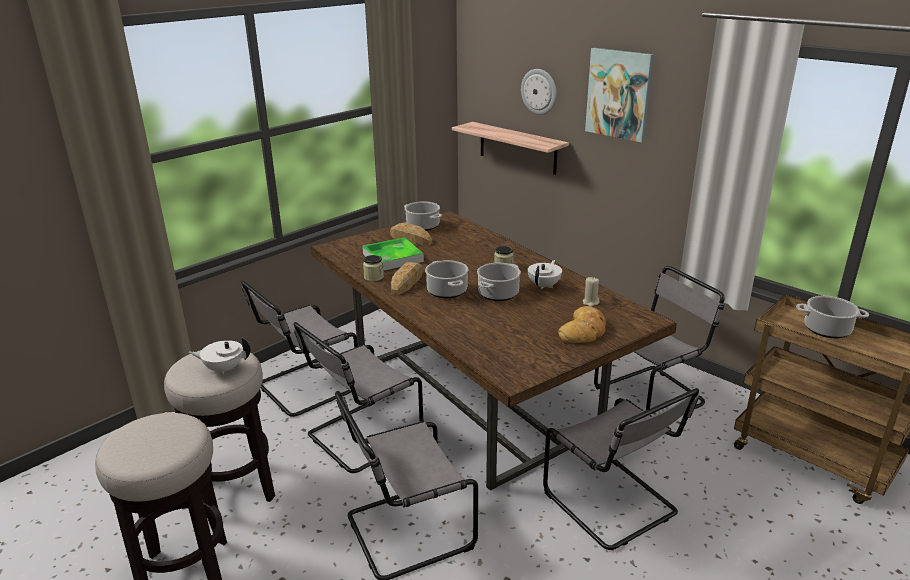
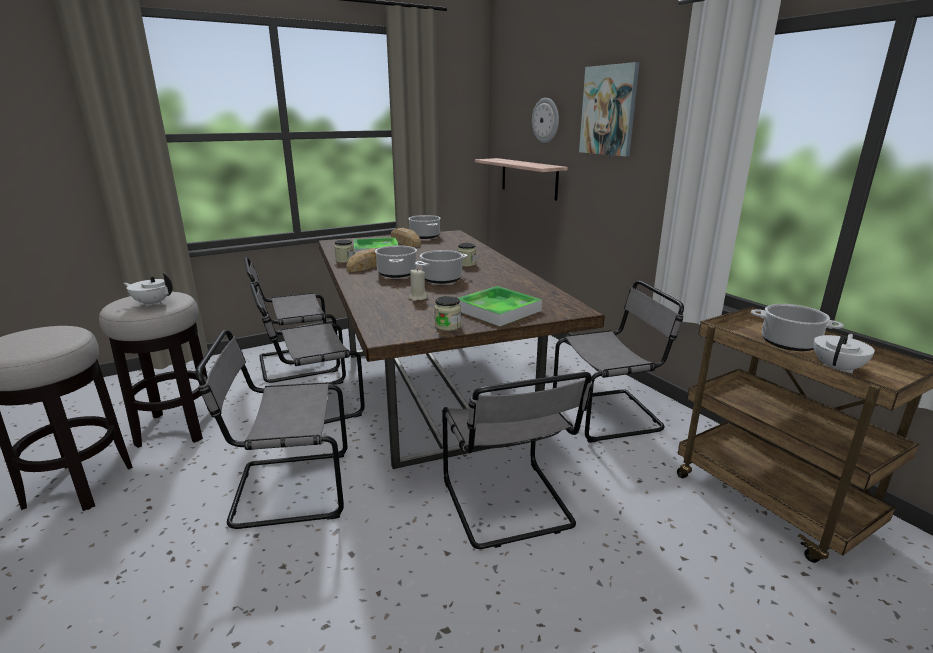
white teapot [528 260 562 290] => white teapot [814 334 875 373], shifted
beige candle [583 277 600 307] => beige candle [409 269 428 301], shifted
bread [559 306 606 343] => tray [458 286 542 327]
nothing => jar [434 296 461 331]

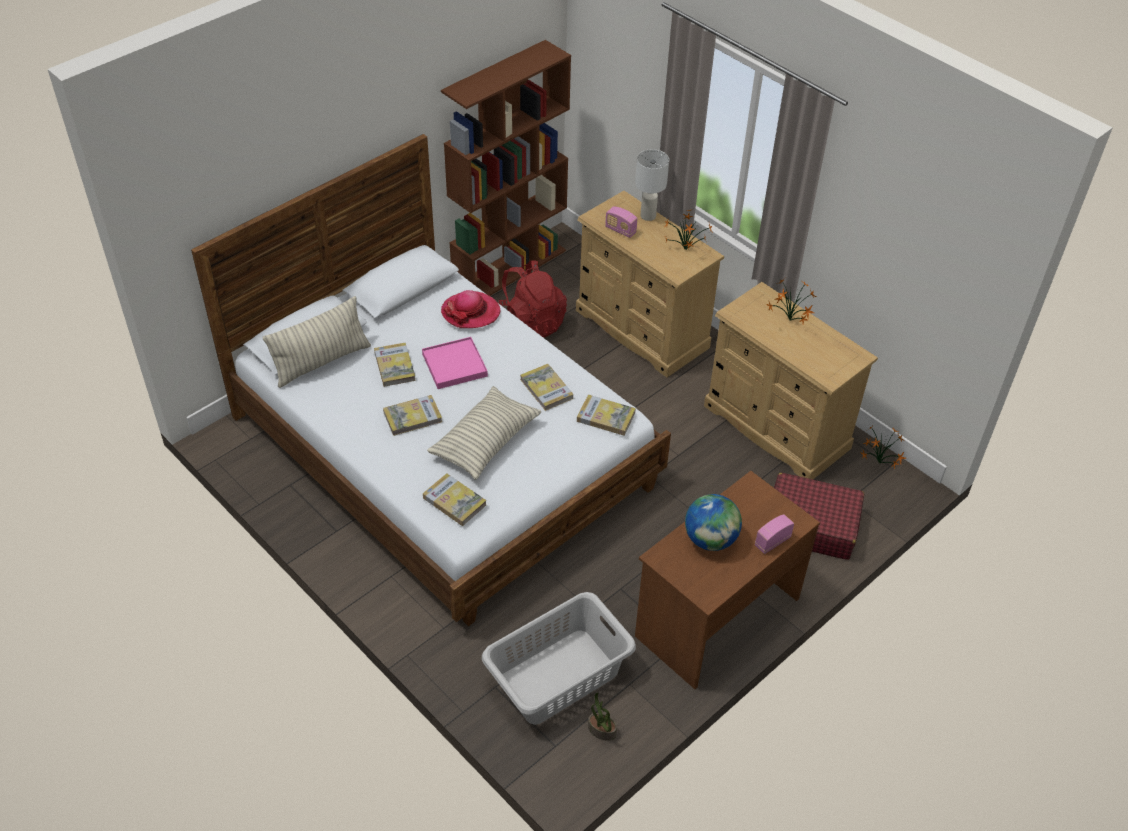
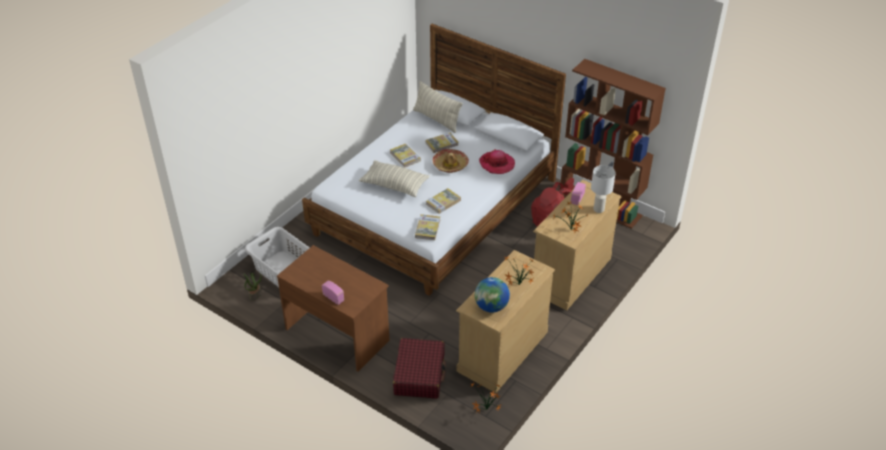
pink tray [422 337 488 389] => hat [432 149 469 173]
book [423 473 486 526] => nothing
globe [685 494 742 551] => globe [475 277 510 313], shifted

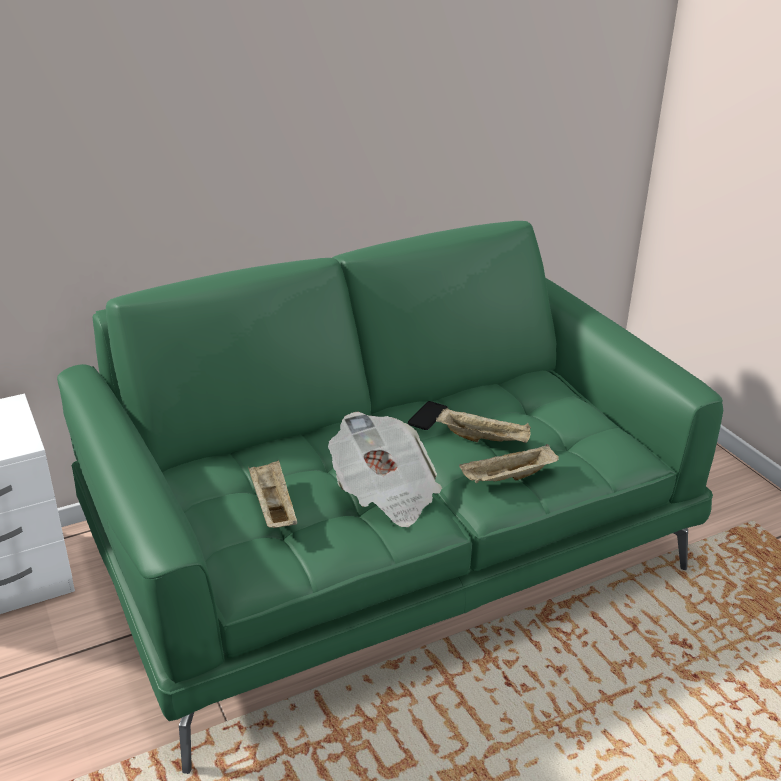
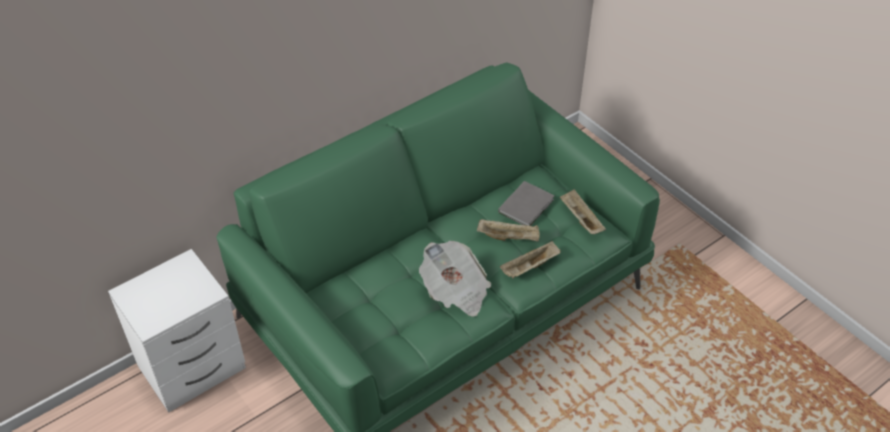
phone [408 401 448 430] => nothing
beige tray [248 459 297 528] => beige tray [560 189 606 234], shifted
nothing => grey book [498 181 555 226]

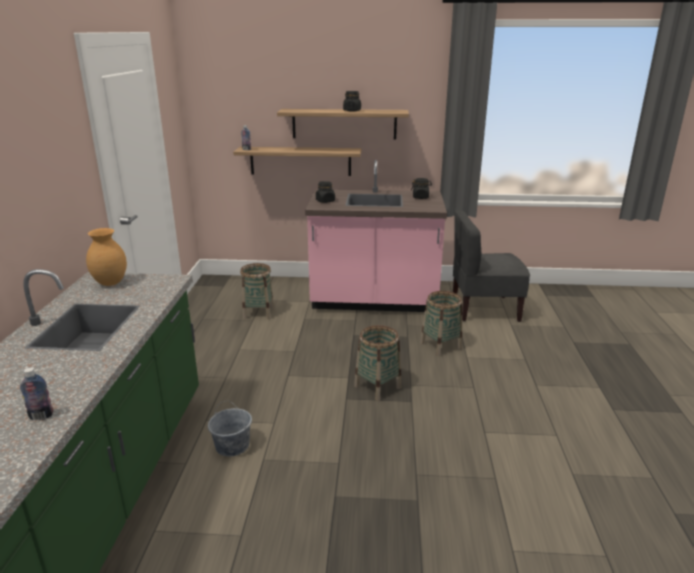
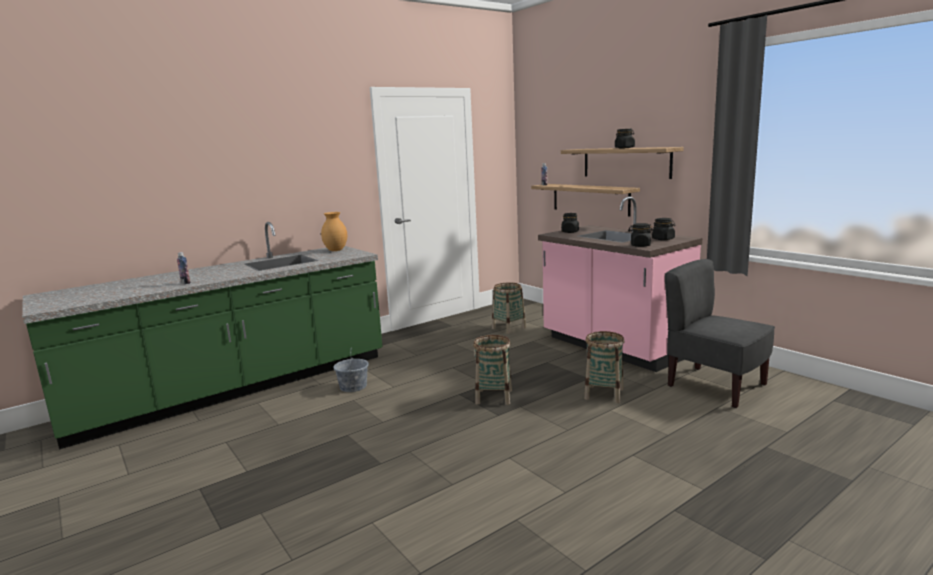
nothing => black jar [628 223 653 247]

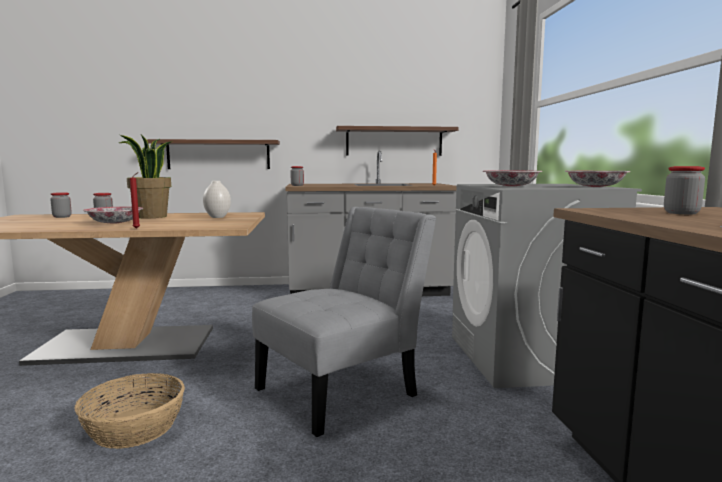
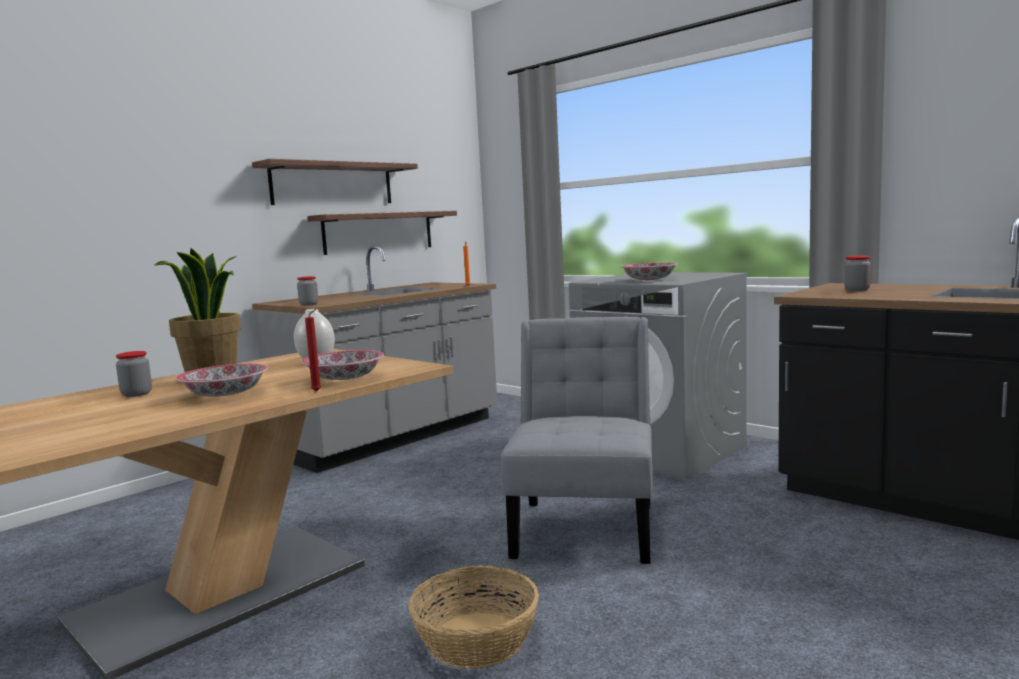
shelf [147 139 280 169] => shelf [252 159 418 205], shifted
bowl [565 171 630 187] => bowl [302 350 384 380], shifted
jar [50 192 72 218] => nothing

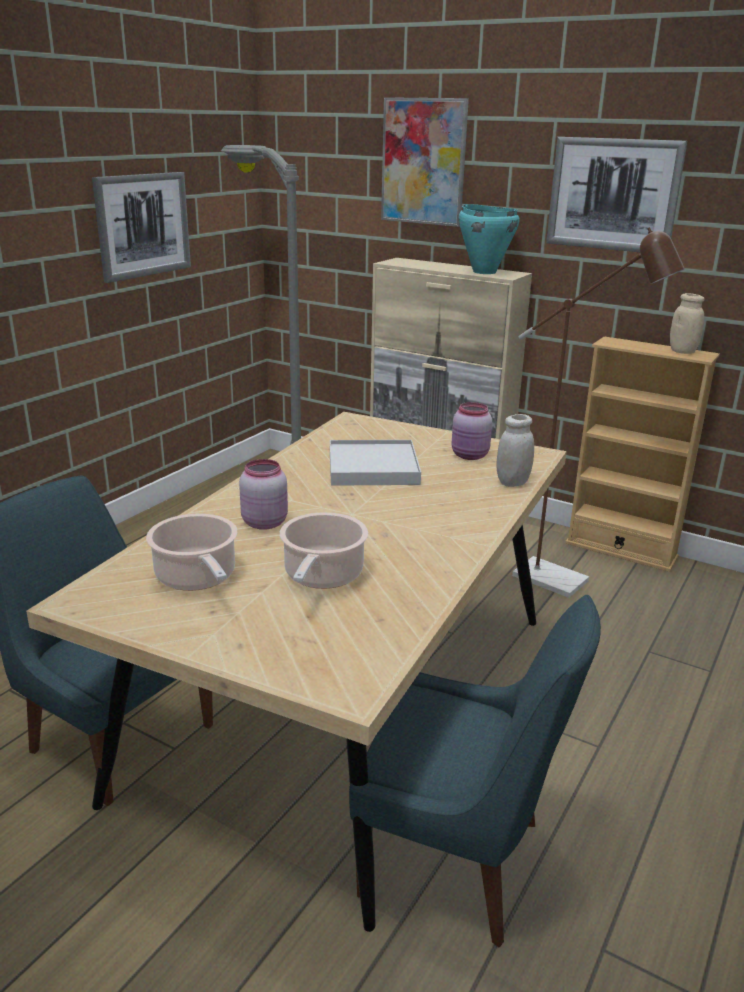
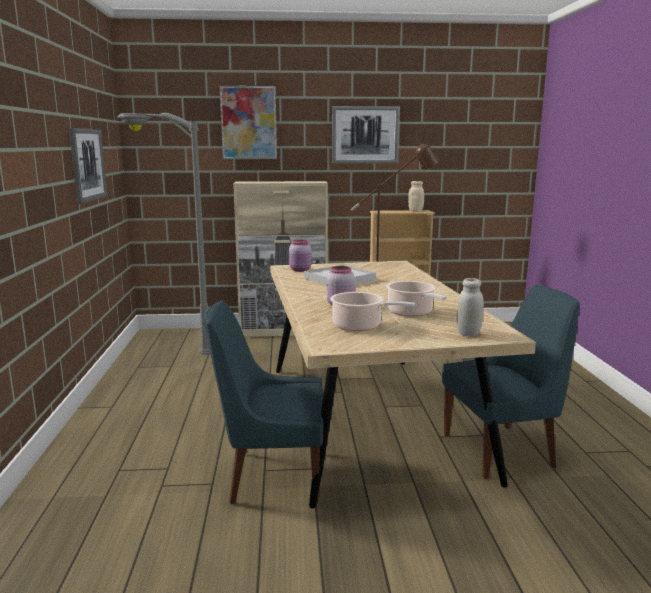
turquoise cooking pot [459 204 519 274] => nothing
pink jar [452 402 492 460] => pink jar [289 239 311 272], shifted
white jar [496 414 534 487] => white jar [457 278 484 337], shifted

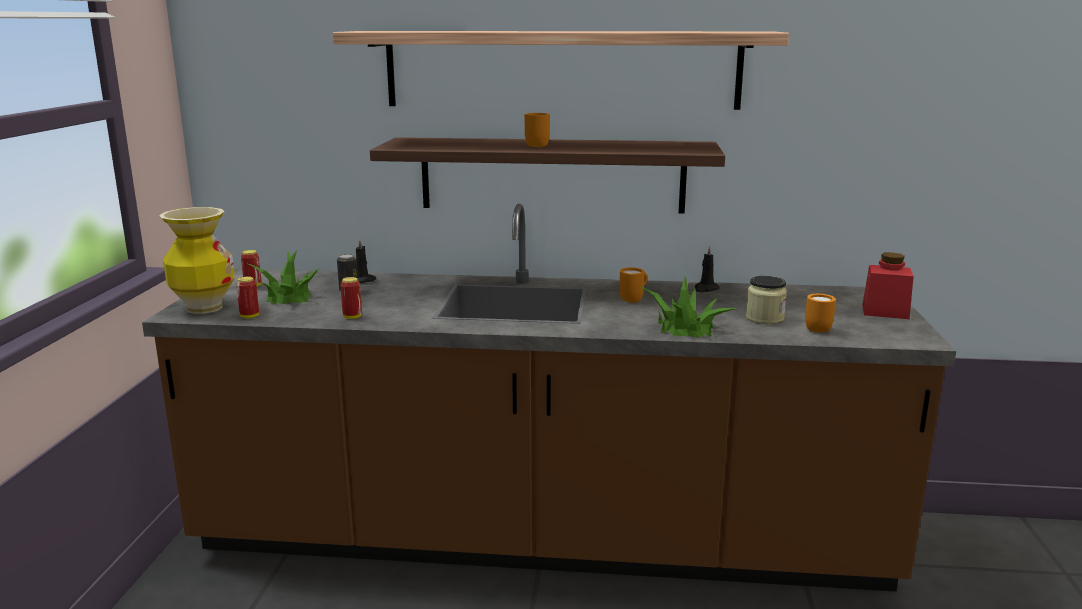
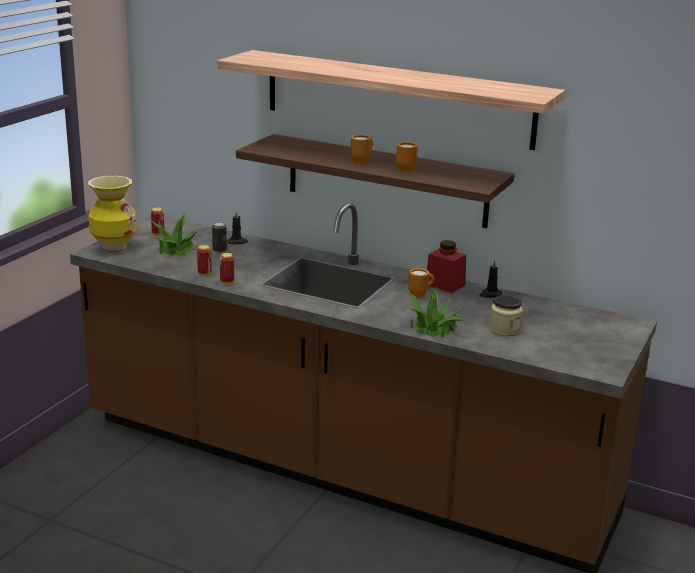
red jar [862 252 914 319] => red jar [427 240 466 293], shifted
can [236 277 259 319] => can [220 253 234 284], shifted
orange mug [805 294 836 332] => orange mug [396 142 418 171], shifted

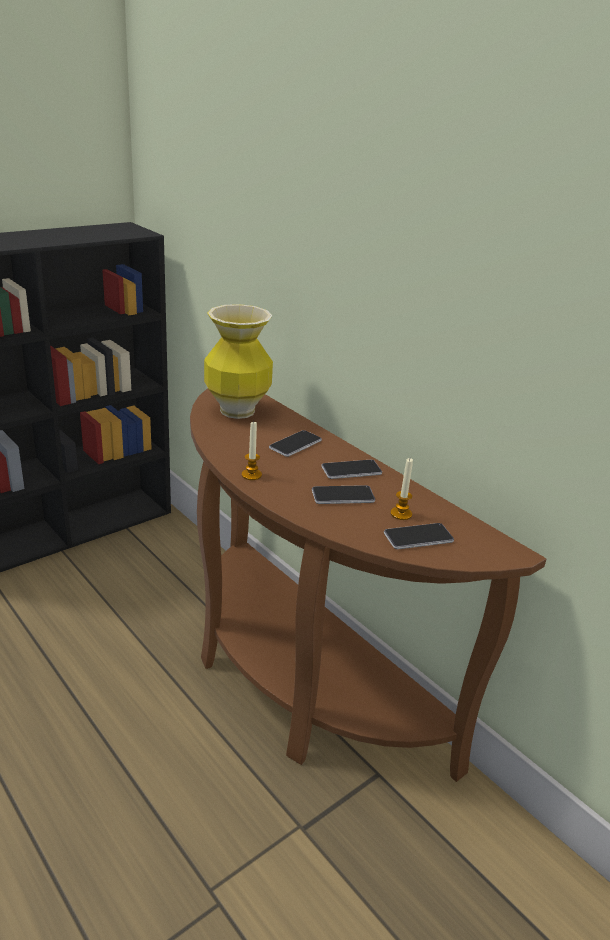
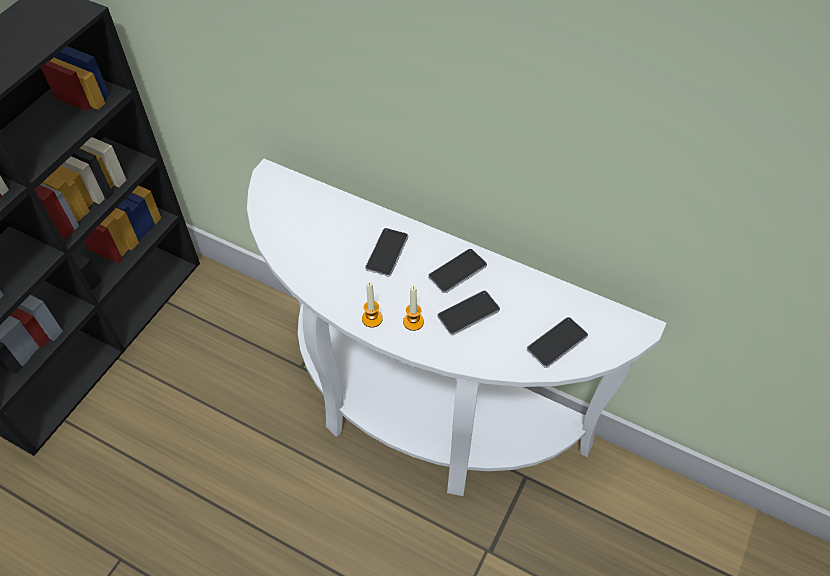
vase [204 304 273 419] => nothing
brown console table [190 388 546 782] => white console table [247 159 667 496]
candle [390 458 413 520] => candle [403 285 424 331], shifted

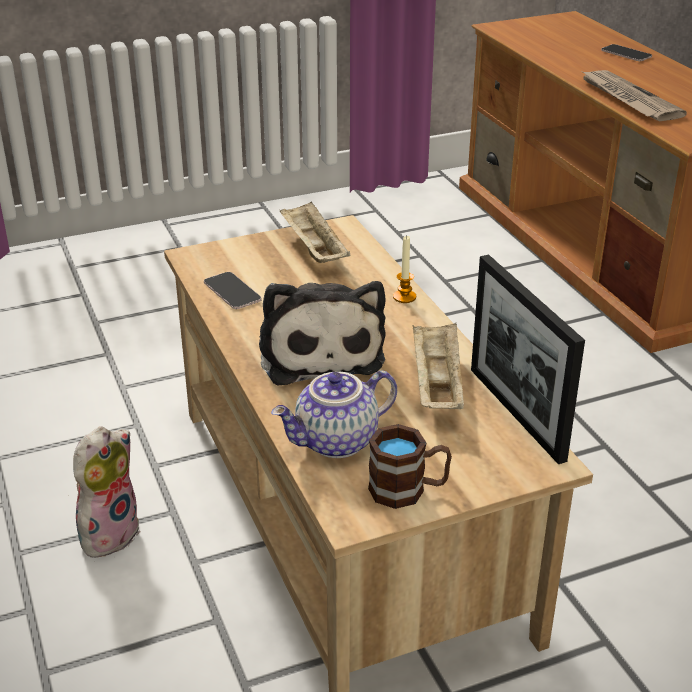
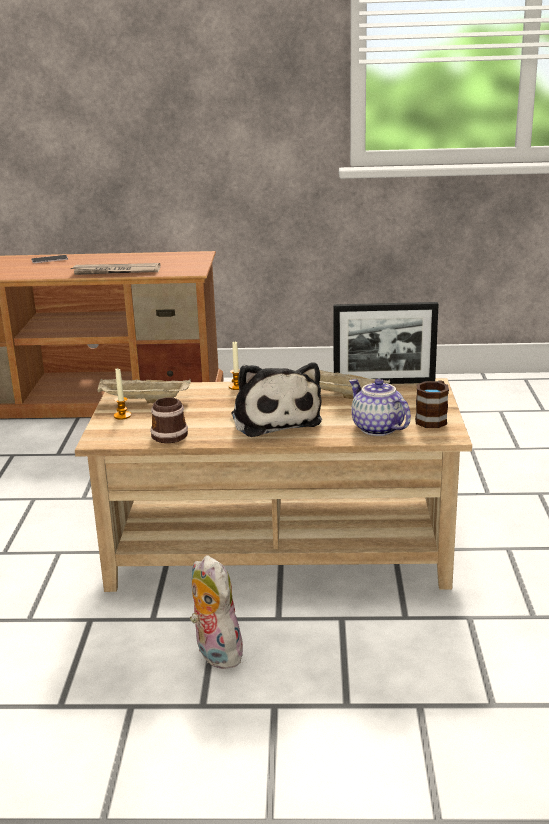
phone [204 272 262 309] => mug [150 397 188 443]
plush toy [259 281 386 386] => plush toy [231 362 322 437], 60 degrees clockwise
teapot [271 371 397 458] => teapot [349 379 411 436], 150 degrees clockwise
nothing => candle [114 369 131 420]

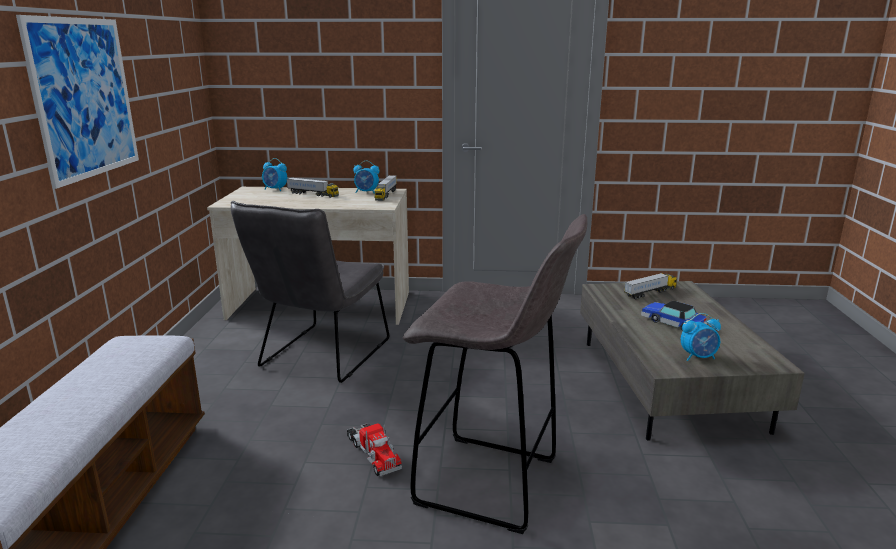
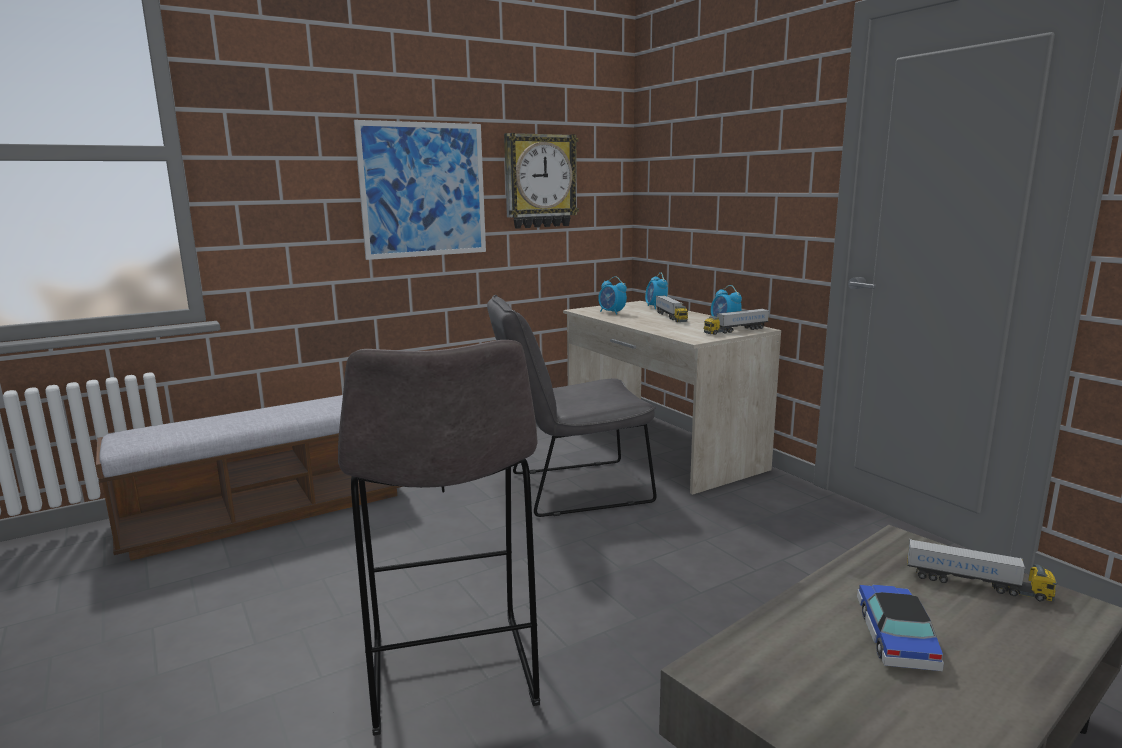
alarm clock [681 313 721 361] => alarm clock [598 276 627 315], shifted
toy truck [347 423 402 476] => nothing
nothing => wall clock [504 133 579 229]

